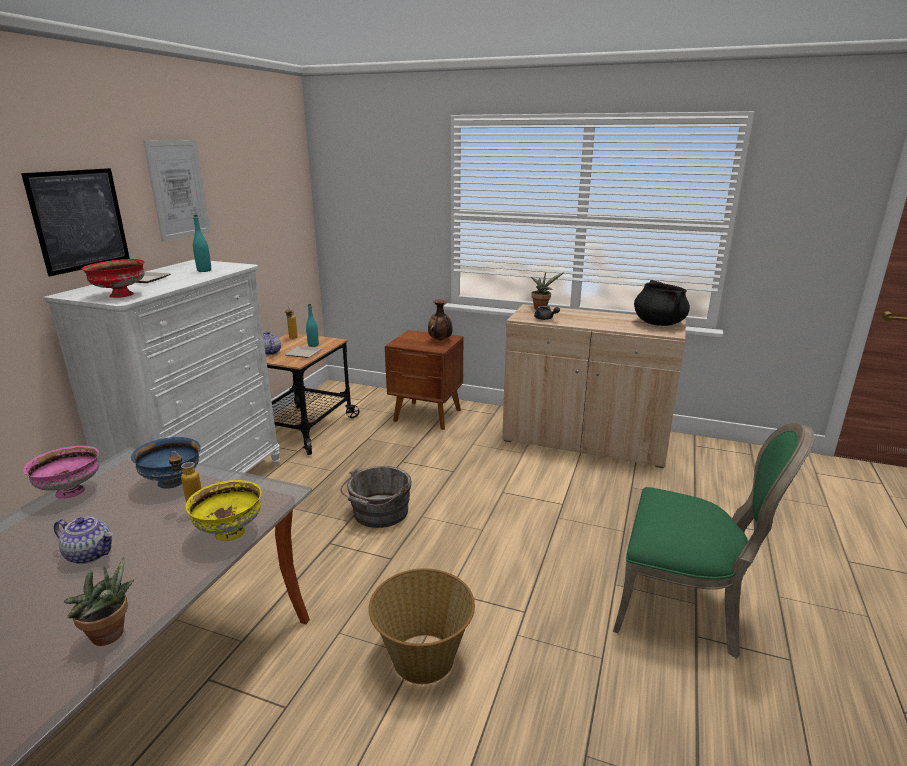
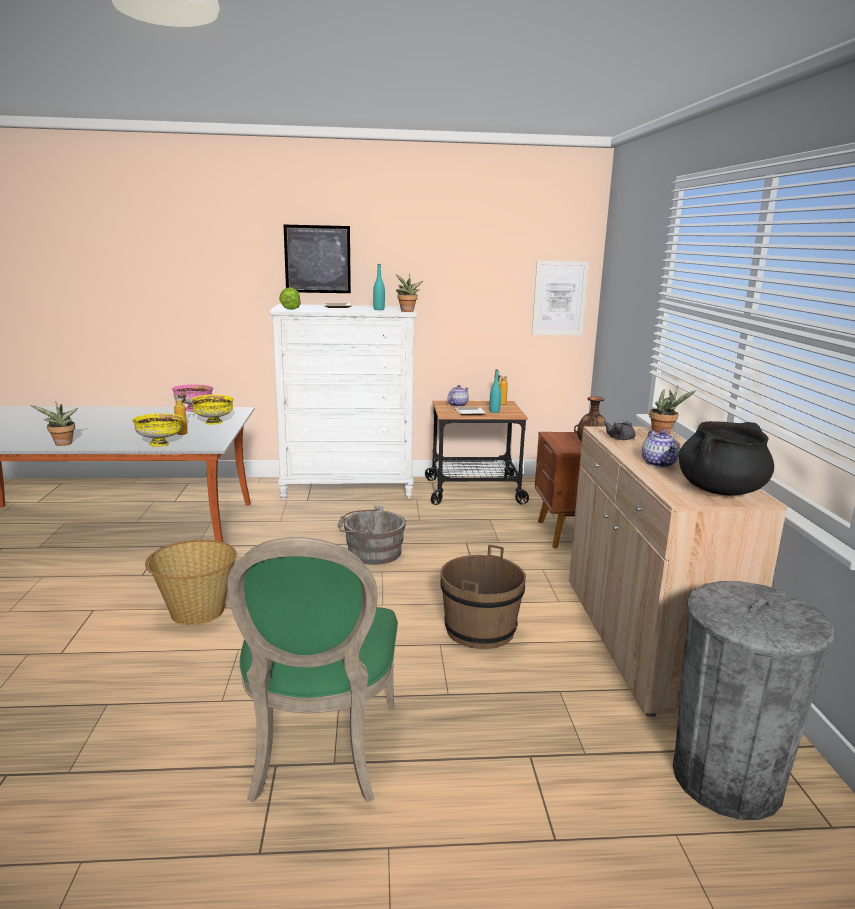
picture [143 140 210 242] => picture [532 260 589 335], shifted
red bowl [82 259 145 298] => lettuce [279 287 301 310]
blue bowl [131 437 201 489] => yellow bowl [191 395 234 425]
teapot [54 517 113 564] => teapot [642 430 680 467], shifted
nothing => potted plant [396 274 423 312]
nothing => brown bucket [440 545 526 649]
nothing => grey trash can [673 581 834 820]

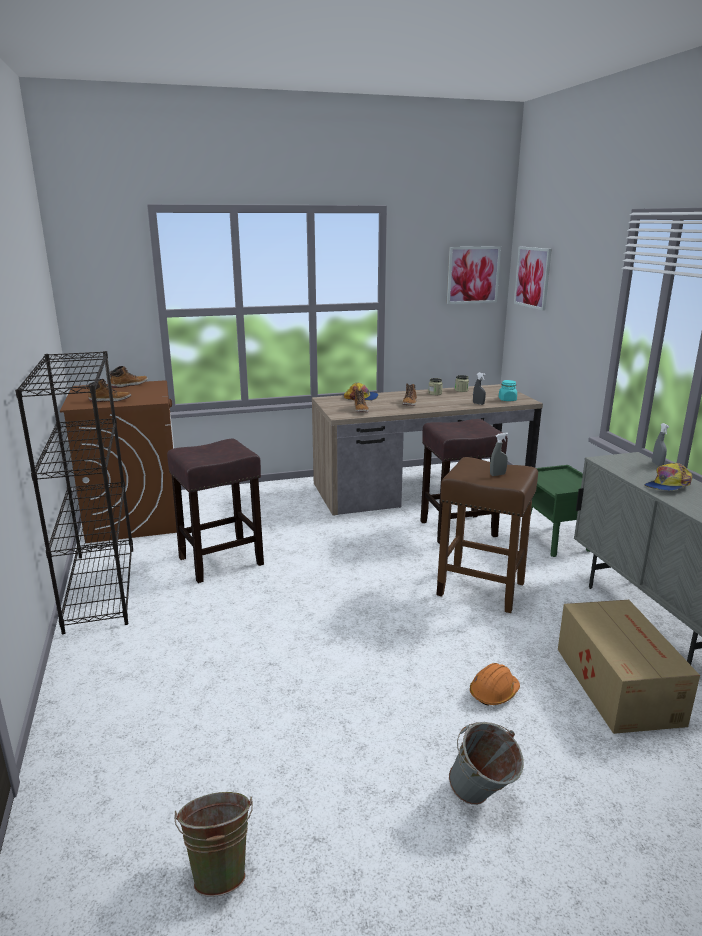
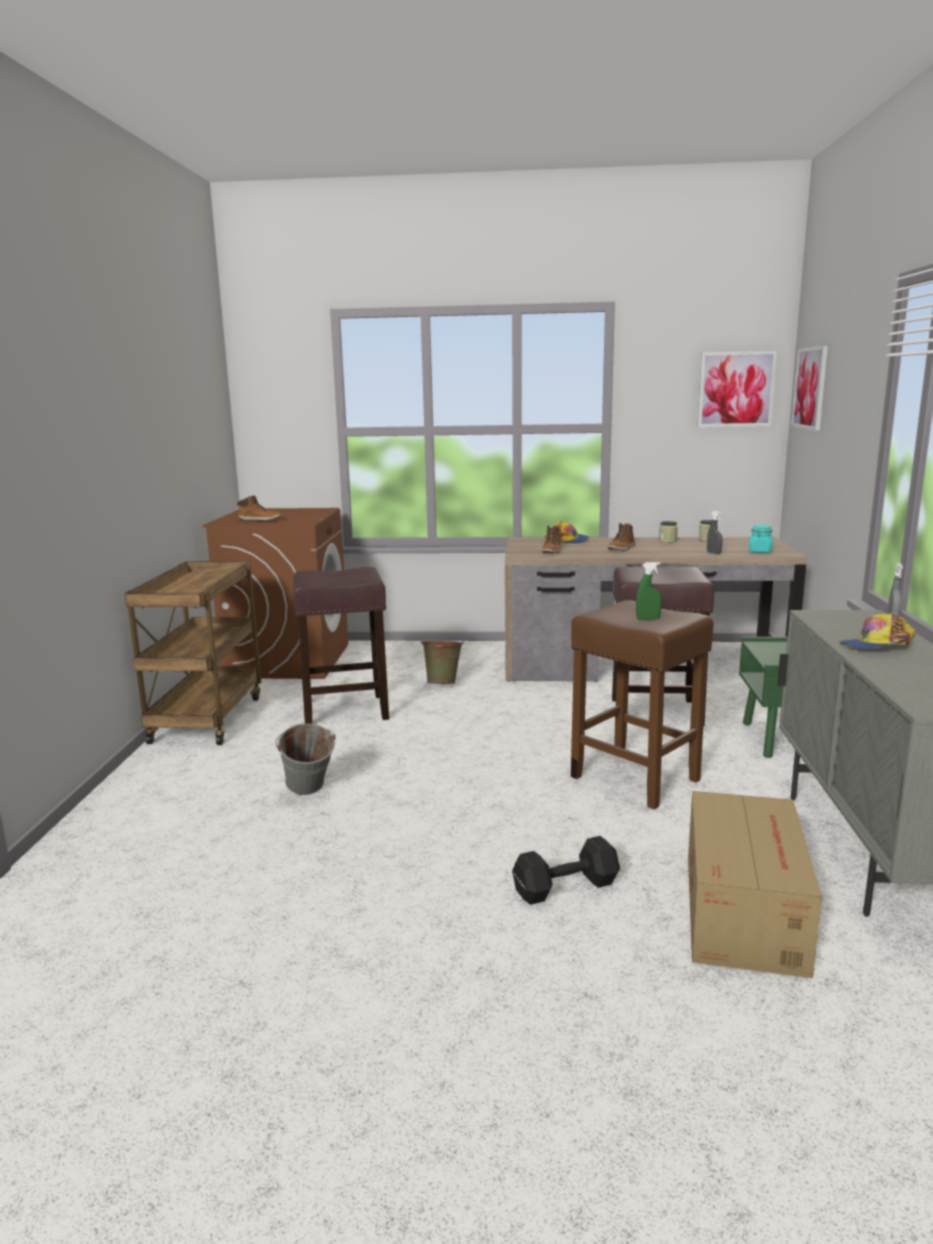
black bookcase [15 351 133 634] => brown cart [125 561 261 745]
boot [110 366 148 388] => nothing
grey spray bottle [490 433 508 476] => green spray bottle [636 562 662 620]
orange hard hat [470 663 520 706] => black dumbbell [512 836 620 905]
grey bucket [449 722 524 805] => grey bucket [275 723 336 795], shifted
green bucket [174 792 253 897] => green bucket [421 640 464 684], shifted

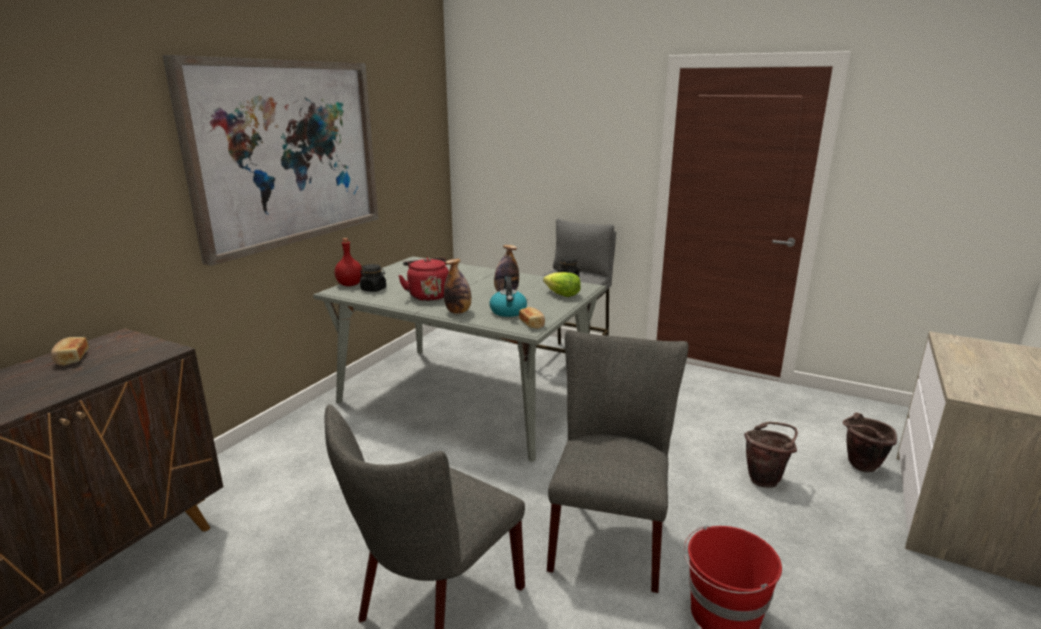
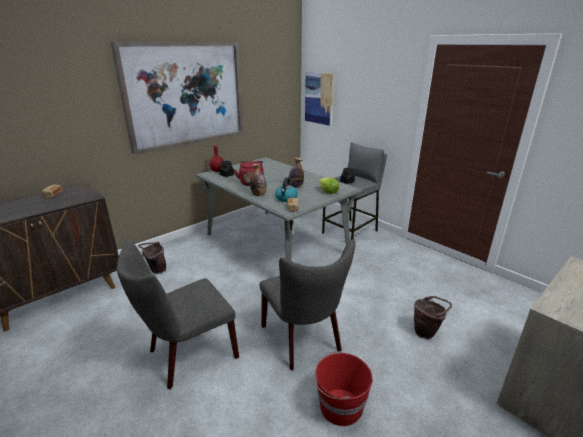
grey chair [547 330 688 593] => grey chair [260 239 356 370], 120 degrees clockwise
brown bucket [843 412 897 472] => brown bucket [138 242 166 274], shifted
nothing => picture [305 71 334 126]

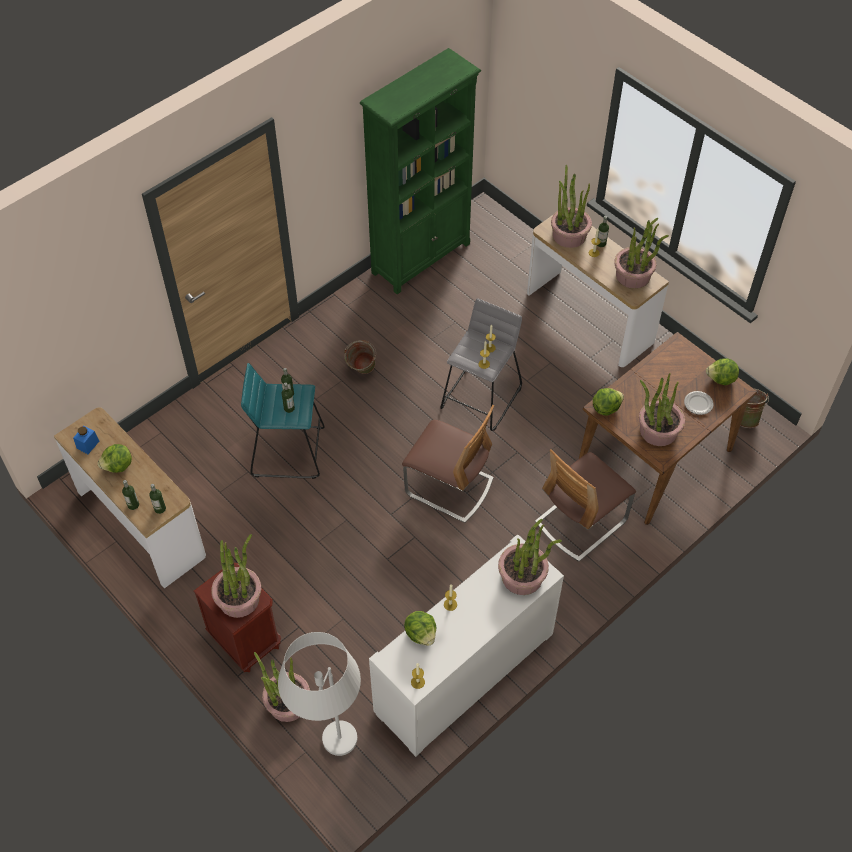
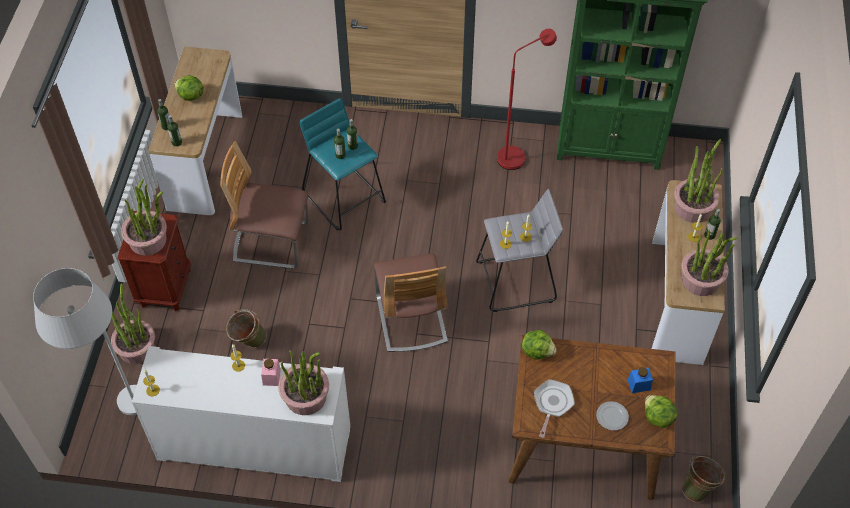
green bucket [344 340 376 374] => green bucket [226 309 267 348], shifted
potted plant [639 373 685 446] => frying pan [534 379 575 438]
blue jar [73 426 99 454] => blue jar [628 367 653 393], shifted
chair [535 449 636 562] => chair [220 142 309 269], shifted
lettuce [404 611 436 646] => nothing
nothing => red floor lamp [497 29 557 170]
nothing => pink jar [261 359 281 386]

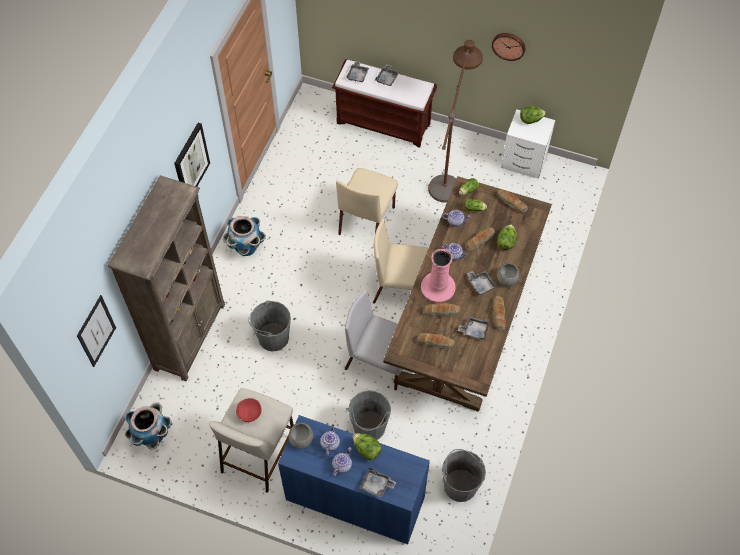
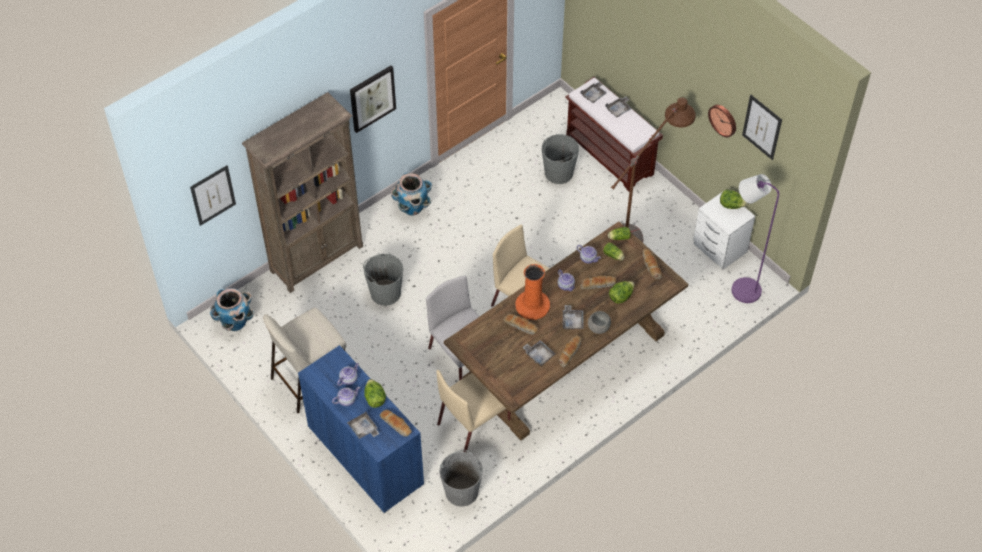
beige chair [336 168 398 235] => beige chair [436 370 511 452], shifted
pink vase [421 249 456 303] => orange vase [515 264 550 320]
bread [417 333 455 349] => bread [380 410 412 437], shifted
grey bucket [348 390 391 440] => grey bucket [542 134 579 184], shifted
red bowl [236 398 262 422] => nothing
grey bowl [289 423 313 449] => nothing
nothing => picture [742 95 782 160]
nothing => purple floor lamp [732 174 779 303]

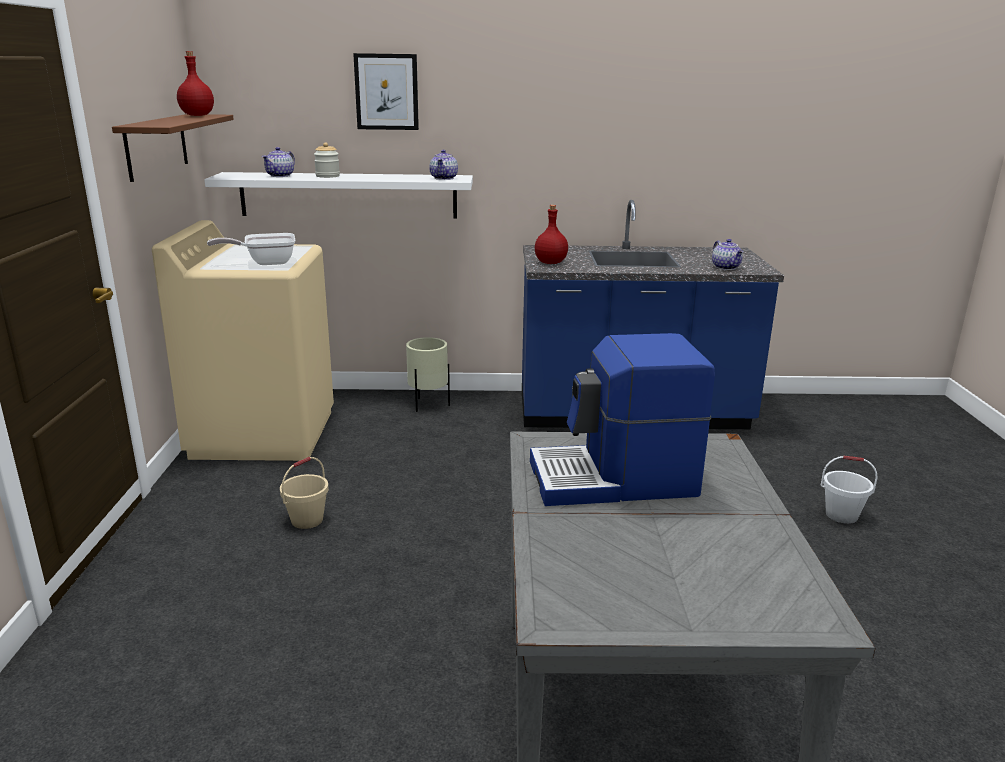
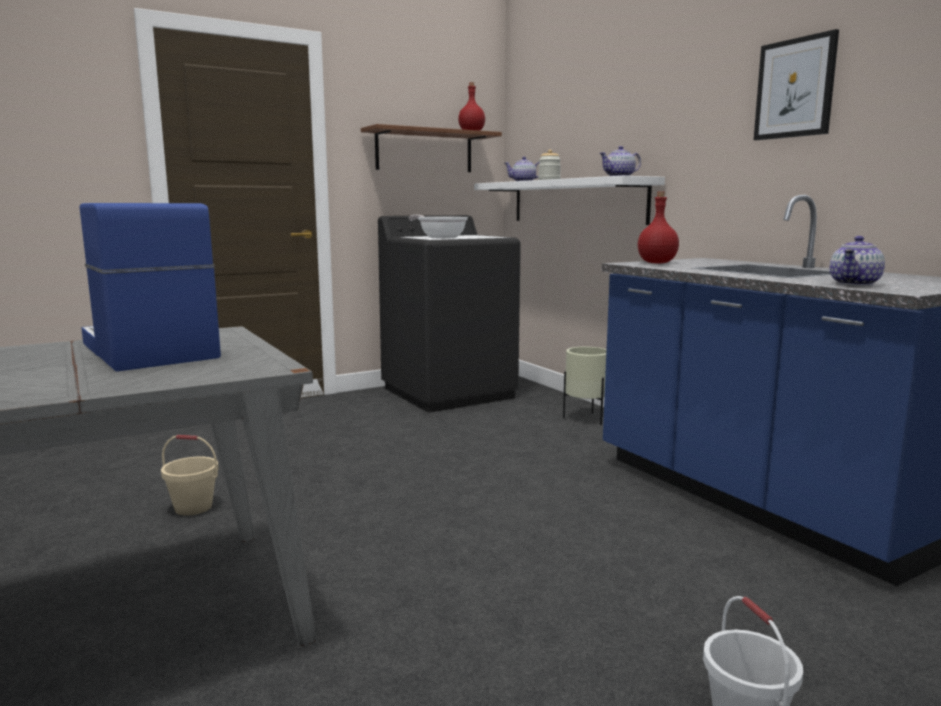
picture [353 53 419 130] => picture [754 29 839 140], shifted
beige washing machine [152 220 334 461] => black washing machine [378 215 521 412]
beige bucket [280 457 329 529] => beige bucket [161 435 219 516], shifted

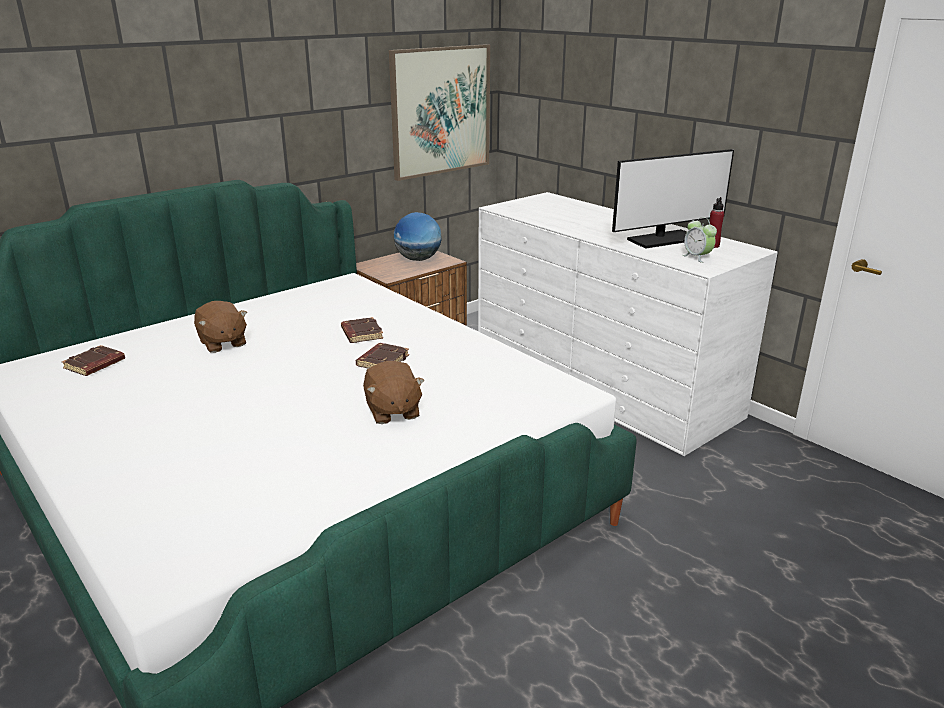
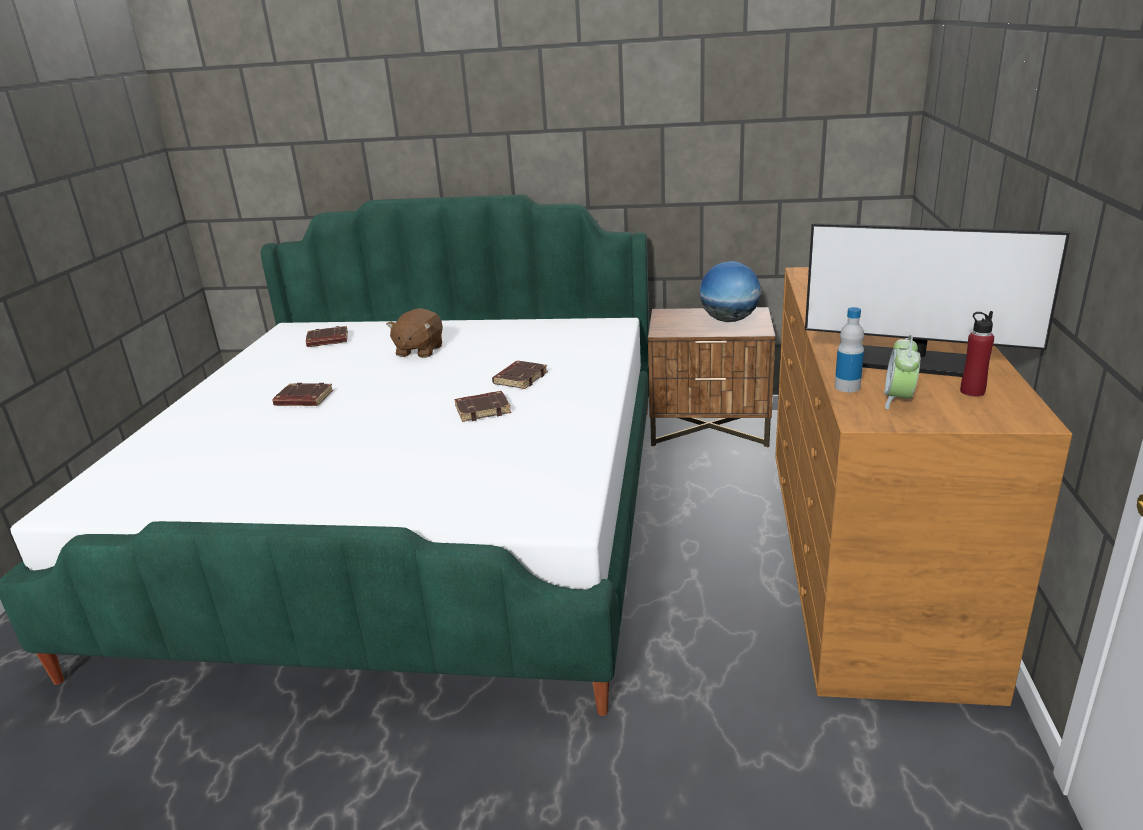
picture [389 44 490 181] => nothing
white dresser [478 192 778 456] => brown dresser [775 267 1072 706]
brown plush toy [363 361 425 424] => nothing
nothing => bottle [835 307 864 392]
nothing => brown book [272 383 333 406]

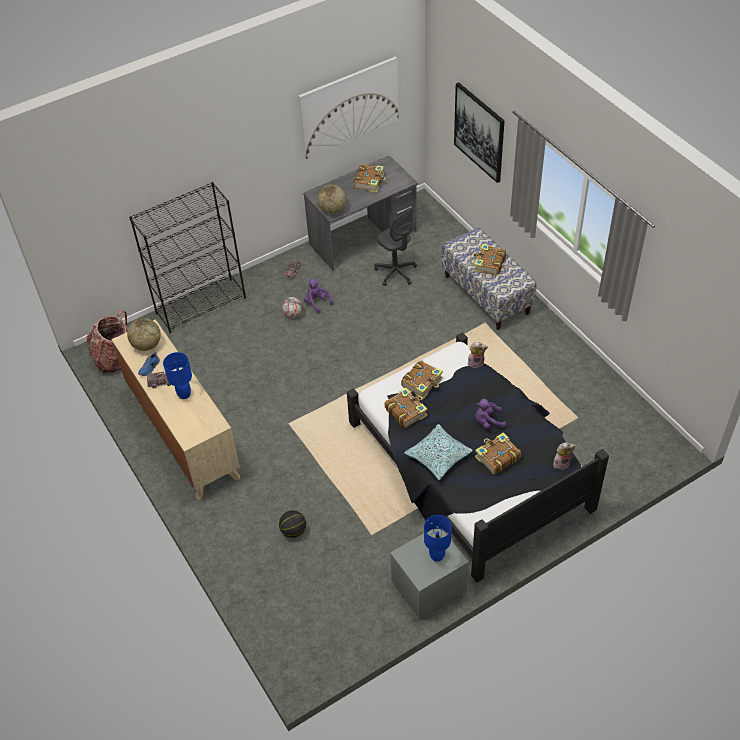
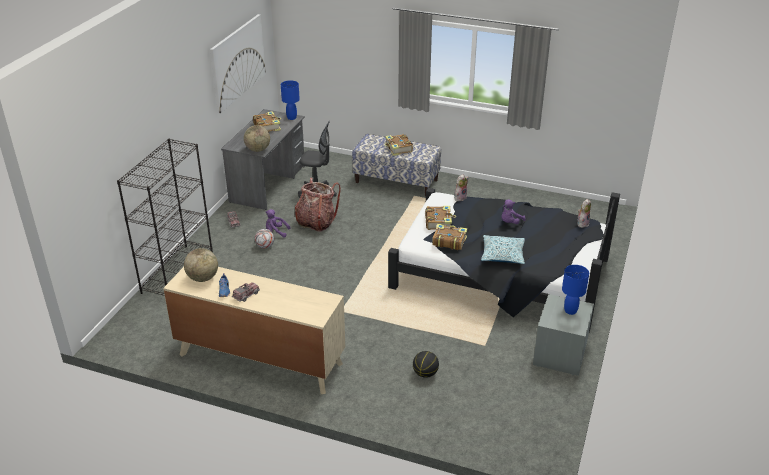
picture [454 82 505 183] => nothing
backpack [86 310 128 373] => backpack [295 178 341 232], shifted
blue table lamp [163 352 192 399] => blue table lamp [281 80 300 120], shifted
book [475 433 521 475] => nothing

